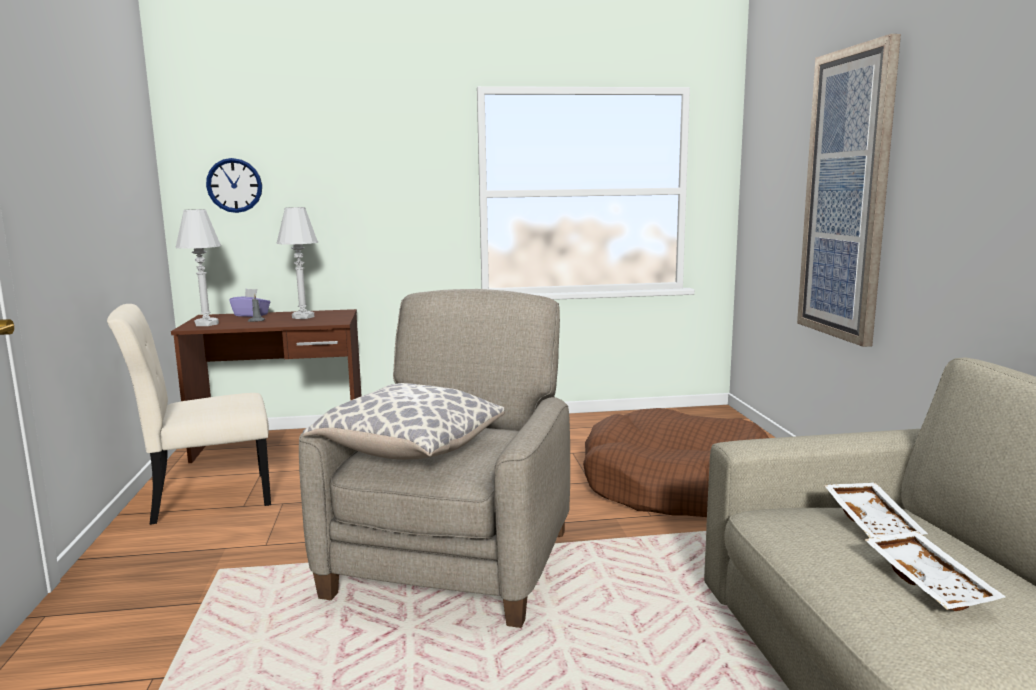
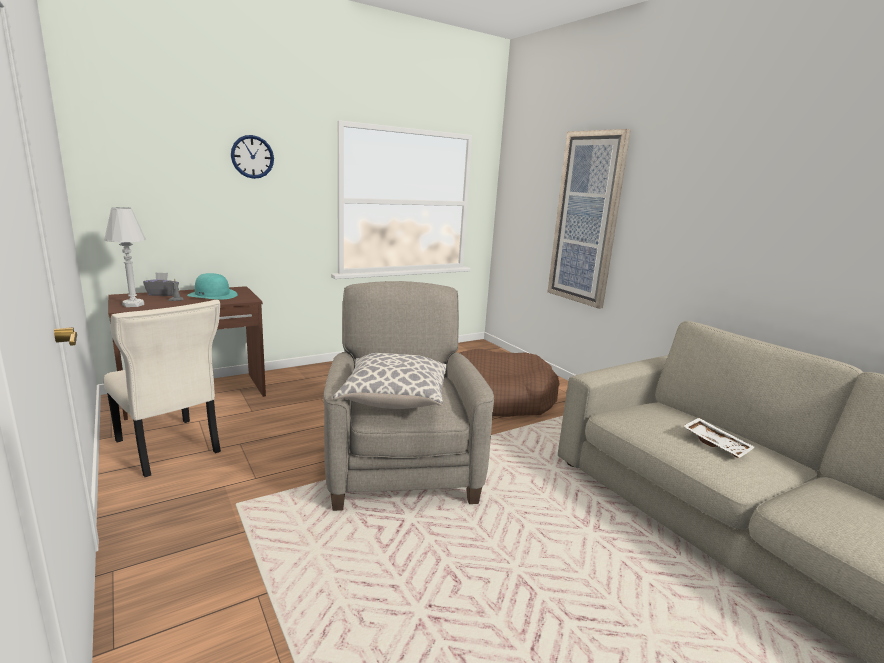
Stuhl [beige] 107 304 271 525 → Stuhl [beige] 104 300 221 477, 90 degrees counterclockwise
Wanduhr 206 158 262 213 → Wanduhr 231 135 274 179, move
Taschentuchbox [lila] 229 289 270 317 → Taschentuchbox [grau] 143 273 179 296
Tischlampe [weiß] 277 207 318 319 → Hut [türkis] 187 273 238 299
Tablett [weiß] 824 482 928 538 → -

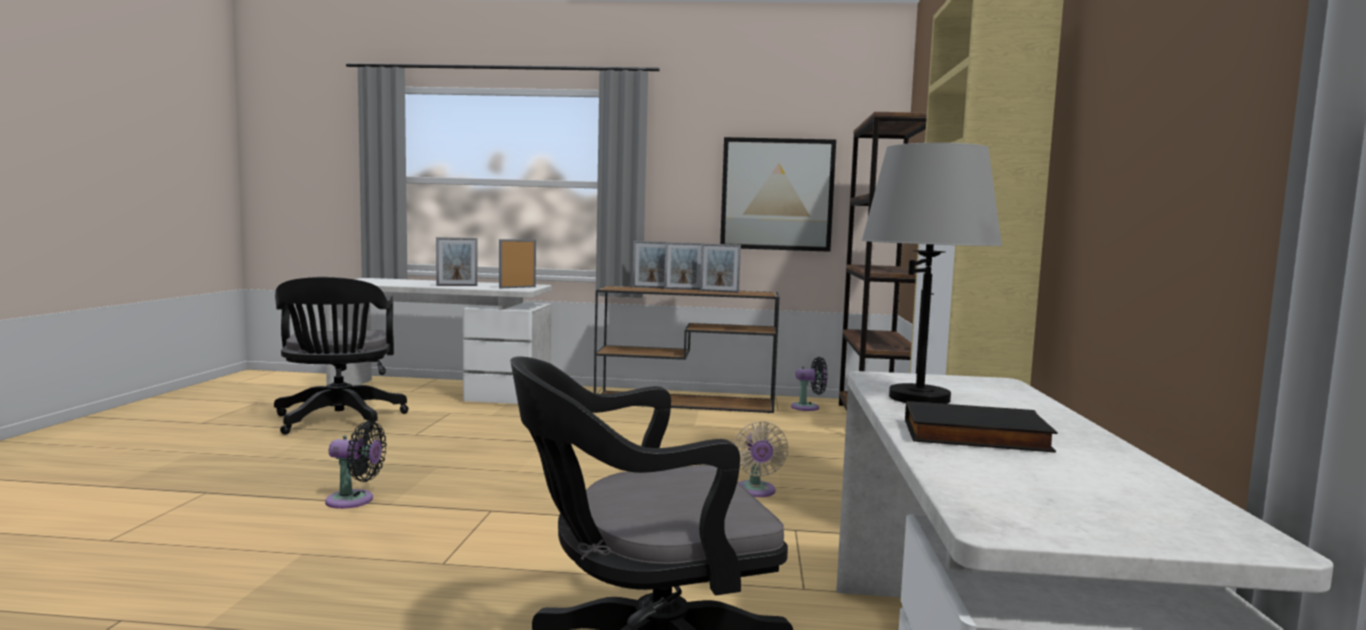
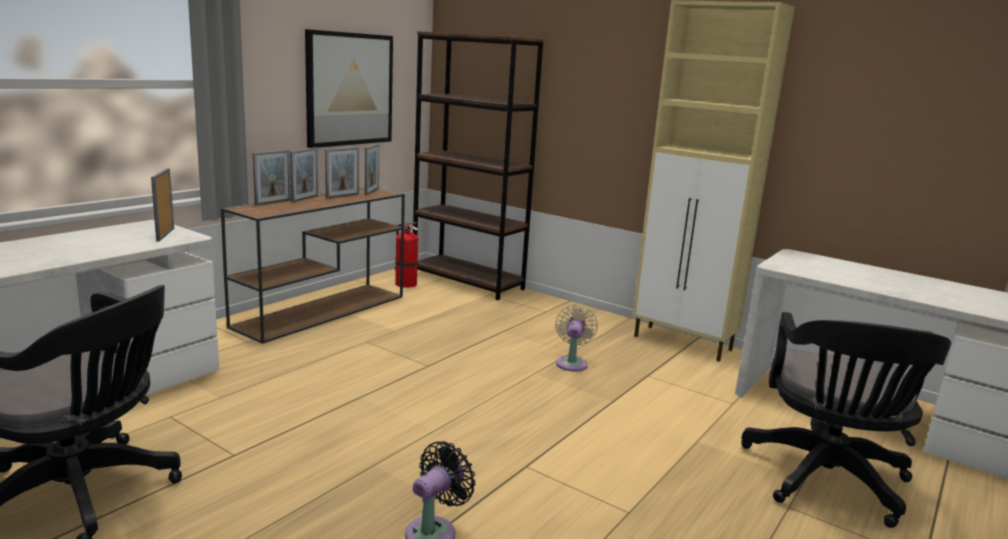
Bilderrahmen 436 237 478 286 → Bilderrahmen 365 144 380 195, move
Ventilator [beige] 733 421 788 497 → Ventilator [beige] 555 305 598 372, 105 degrees counterclockwise
Ventilator [schwarz] 791 357 827 411 → Feuerlöscher 395 222 418 288
Tischlampe [grau] 862 143 1002 404 → -
Buch [schwarz] 905 401 1058 453 → -

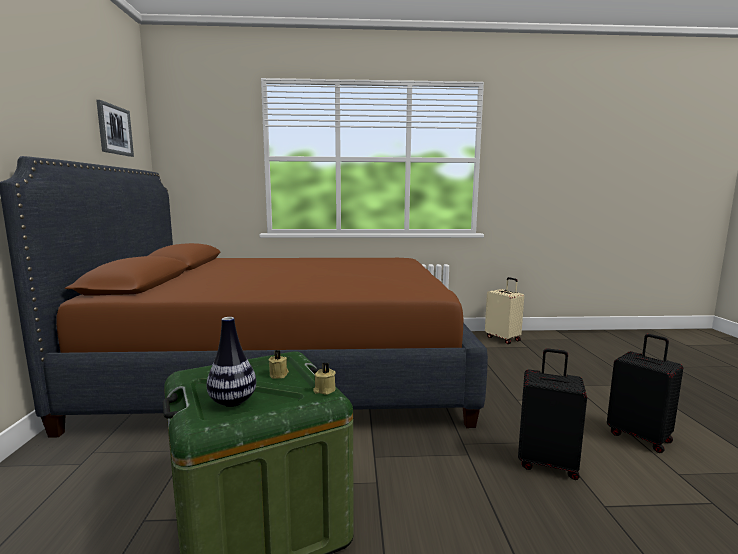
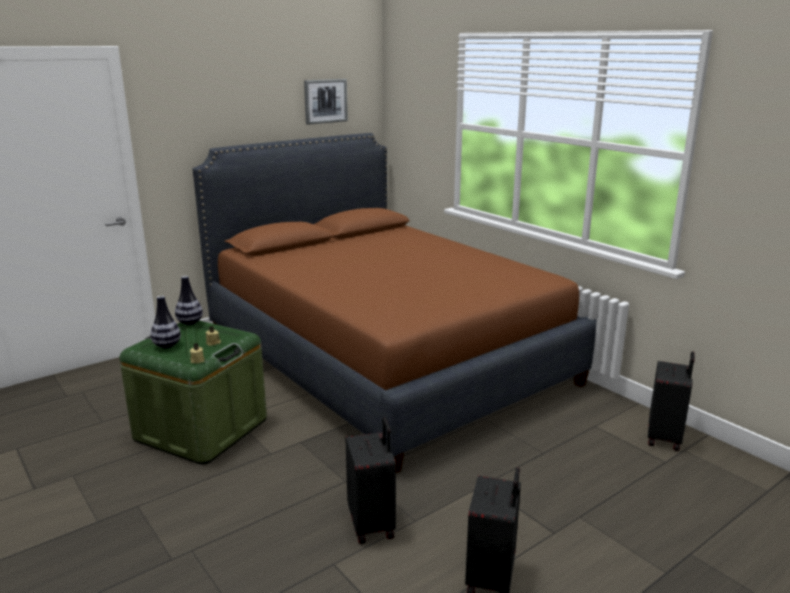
Koffer [beige] 485 277 524 344 → Koffer [schwarz] 648 351 695 451
- → Vase 175 276 203 325

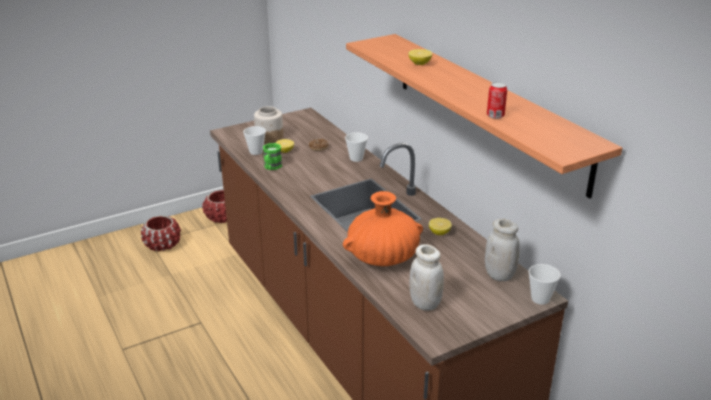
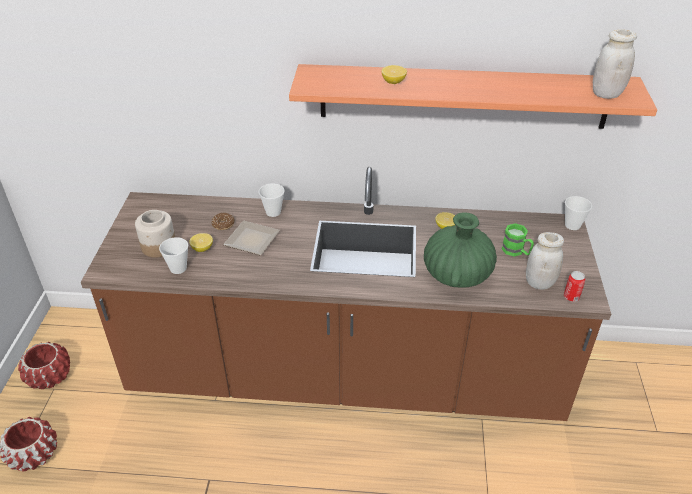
Henkelbecher [grün] 263 143 282 170 → Henkelbecher [grün] 502 223 534 256, move
Vase [orange] 343 191 423 266 → Vase [grün] 424 212 497 288
Vorratsglas [weiß] 485 219 520 281 → Vorratsglas [weiß] 593 29 637 99, move
Dose 487 82 507 119 → Dose 564 271 585 302, move
- → Teller 223 221 280 255

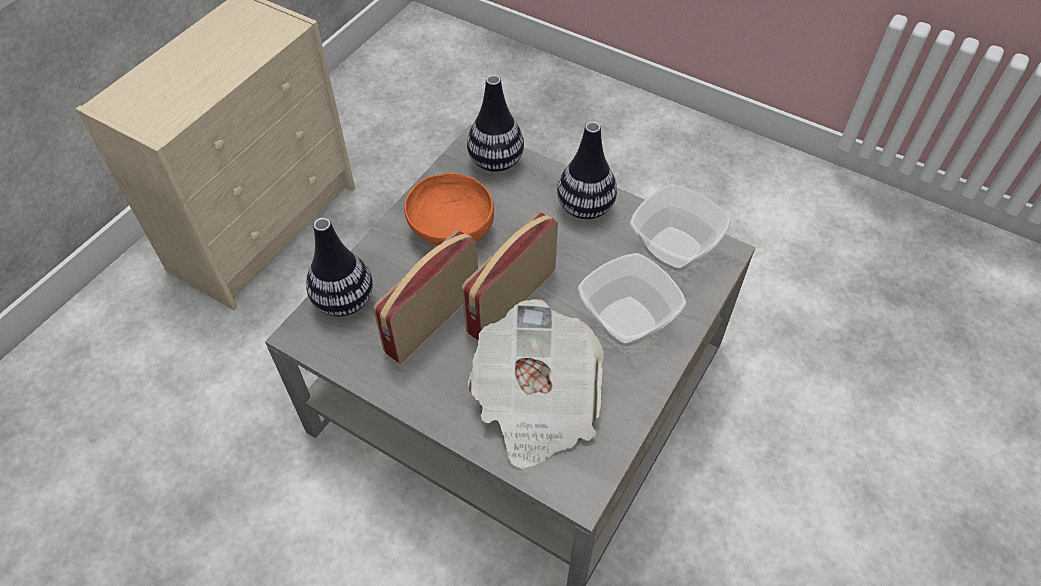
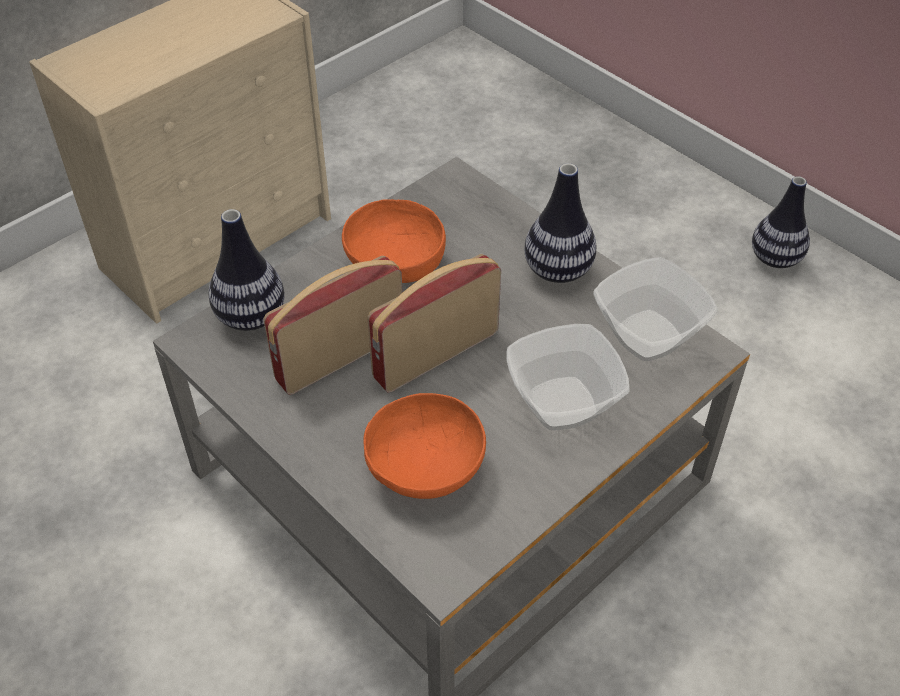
Vase 467 75 524 172 → Vase 752 176 810 268, move
Zeitung 468 299 604 469 → Schüssel [orange] 363 393 486 499

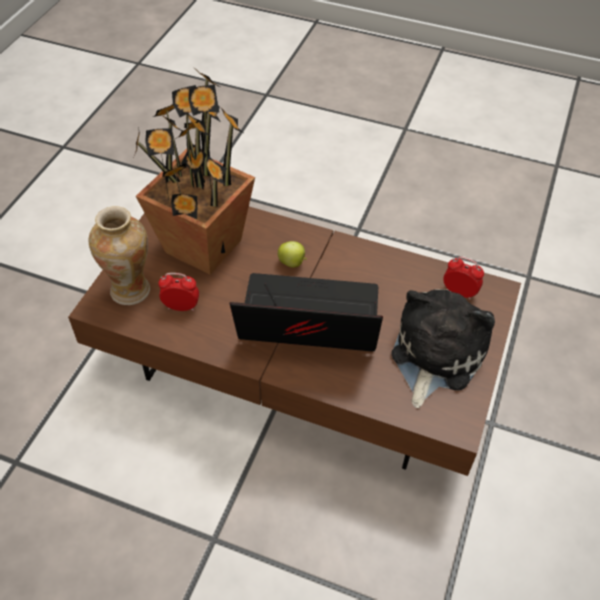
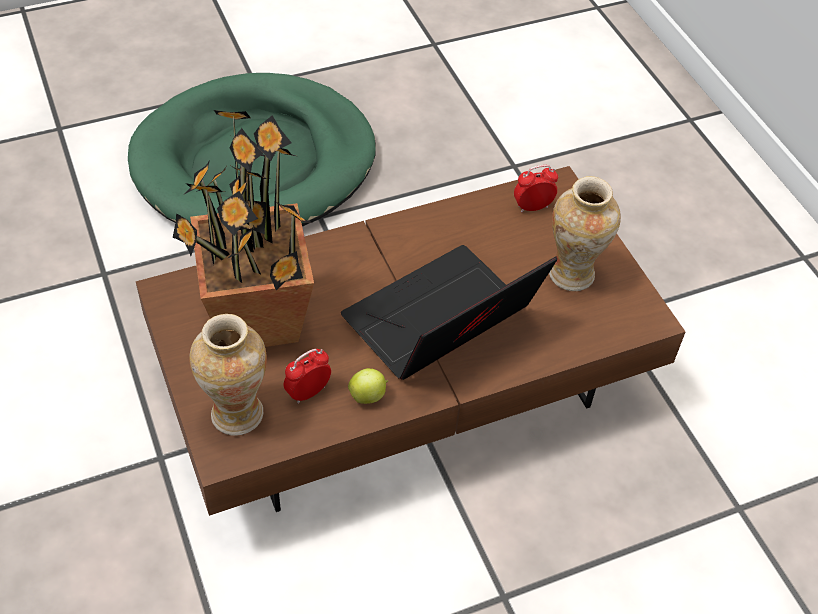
Apfel 278 241 307 268 → Apfel 348 368 388 404, move
Plüschtier 391 289 495 408 → Vase 549 176 621 291
- → Hundebett [grün] 128 73 376 227

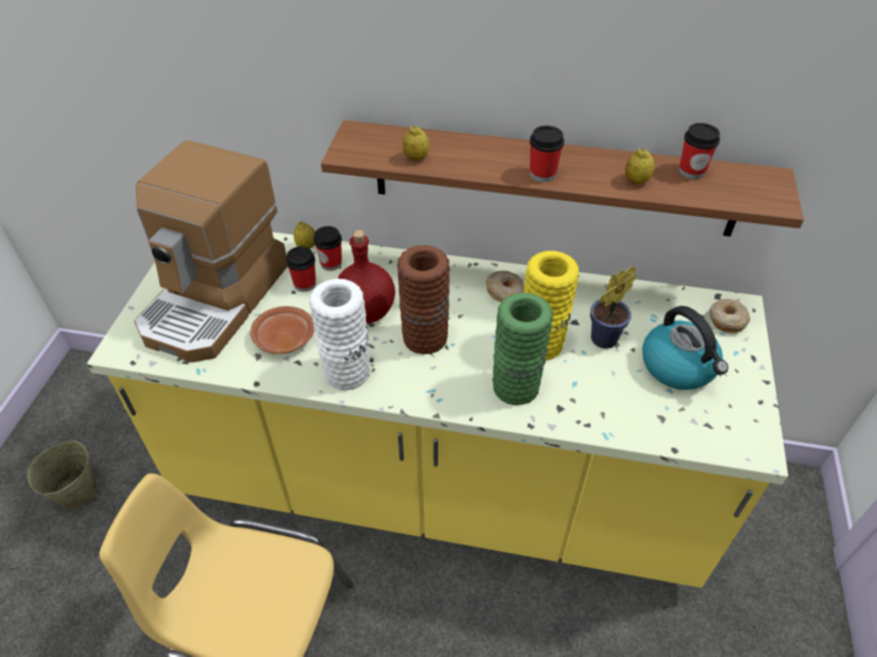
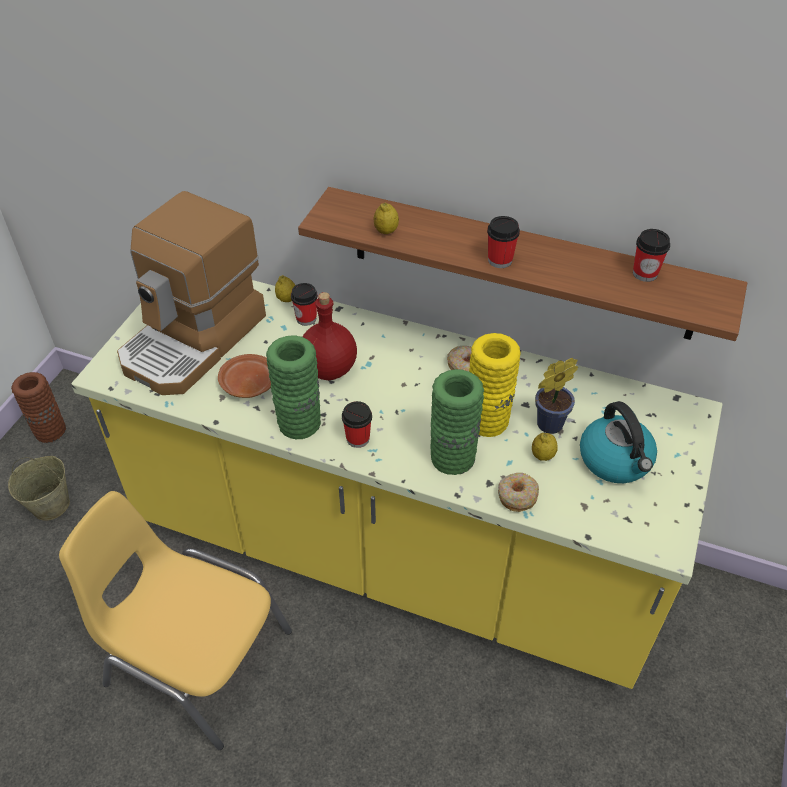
Tasse 286 246 316 292 → Tasse 342 401 372 448, move
Vase [weiß] 309 279 370 390 → Vase [grün] 266 335 321 439
Vase [braun] 397 245 450 354 → Vase [braun] 11 372 66 443, move
Zitrone 625 148 654 184 → Zitrone 532 433 558 461, move
Donut 710 299 750 333 → Donut 498 473 539 512, move

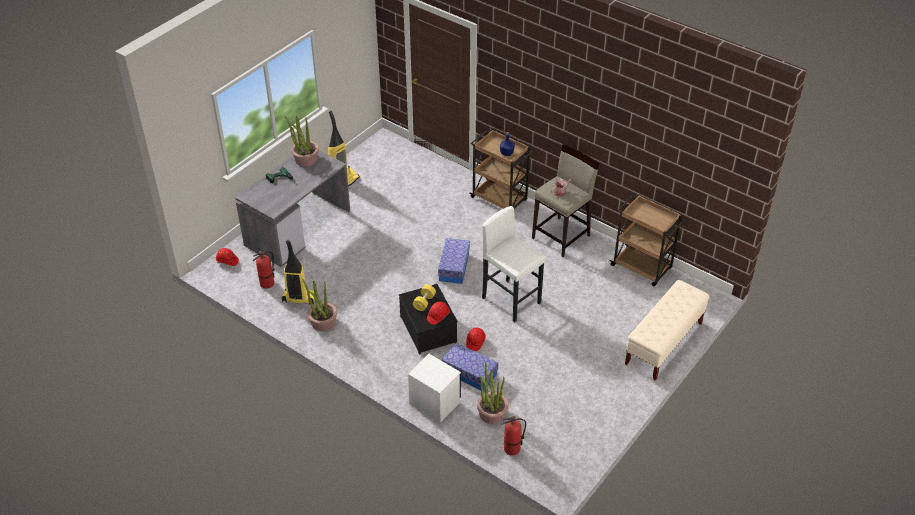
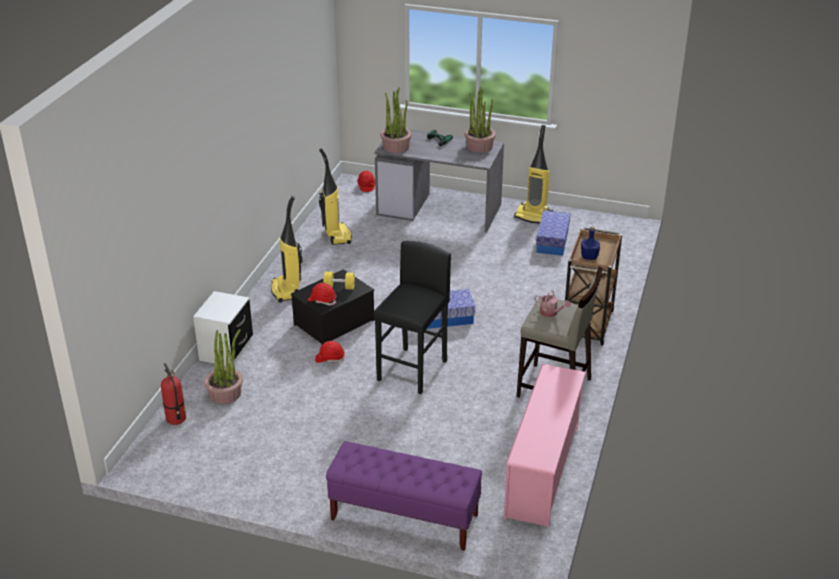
Feuerlöscher 253 251 275 289 → -
Topfpflanze 302 279 337 331 → Topfpflanze 380 88 412 153, move
Aufbewahrungsbox 441 343 499 392 → Aufbewahrungsbox 536 210 570 256, move
Hocker [weiß] 482 206 546 322 → Hocker [schwarz] 374 241 451 394
Rollwagen [braun] 610 195 685 286 → Schuhregal [rosa] 504 364 586 527
Bank [beige] 625 280 709 381 → Bank [lila] 326 441 482 551
- → Staubsauger 271 196 302 302

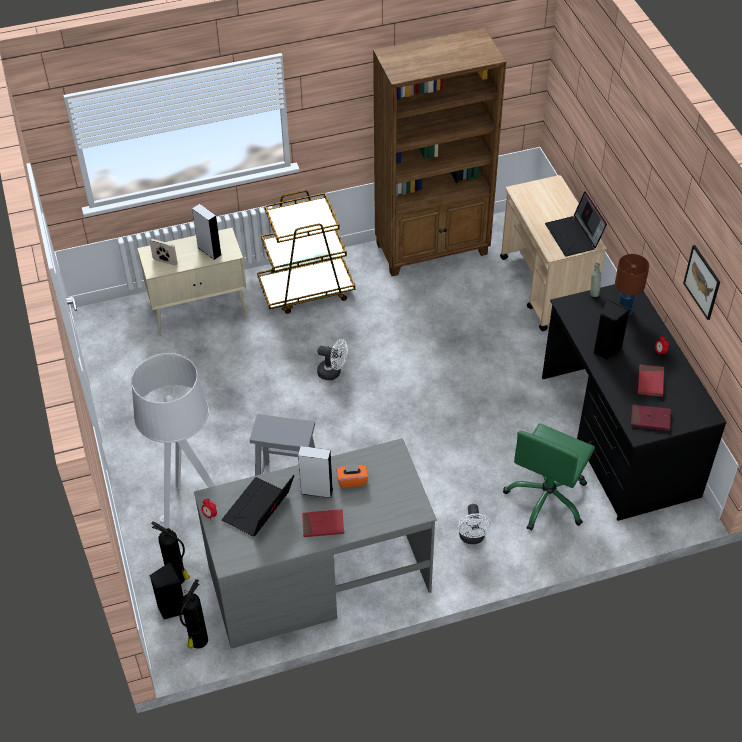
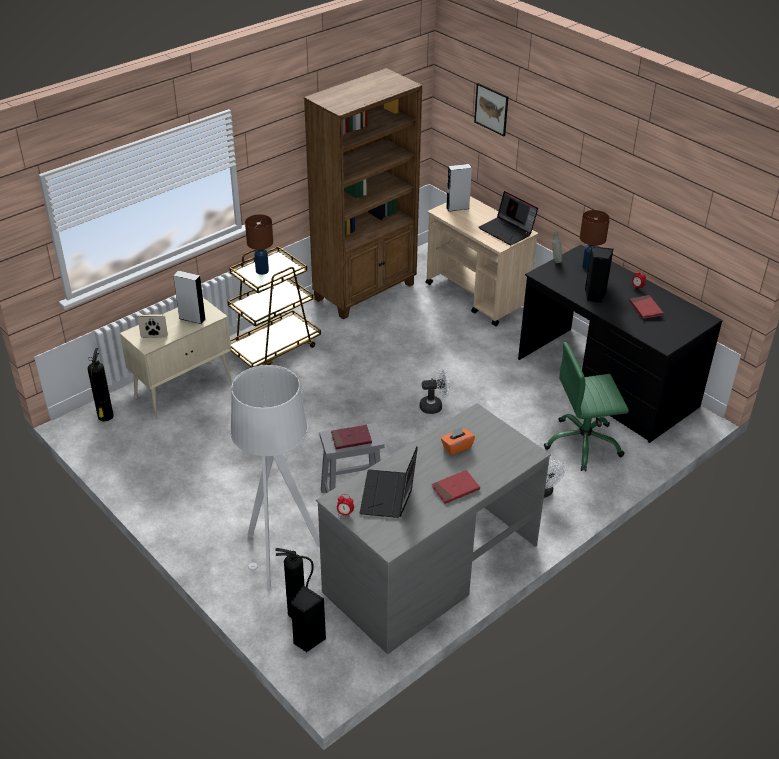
Feuerlöscher 180 579 208 649 → Feuerlöscher 88 348 114 422, move
Lautsprecher [grau] 298 446 333 498 → Lautsprecher [grau] 446 164 472 212, move
Ventilator [weiß] 317 339 348 380 → Ventilator [weiß] 420 369 451 414, move
Bürostuhl [grün] 503 423 595 531 → Bürostuhl [grün] 544 342 629 471, 75 degrees clockwise
Buch [rot] 631 405 671 431 → Buch [rot] 331 425 372 449, move
Bild 683 245 720 320 → Bild 474 83 508 136, move
- → Tischlampe [braun] 245 214 273 275

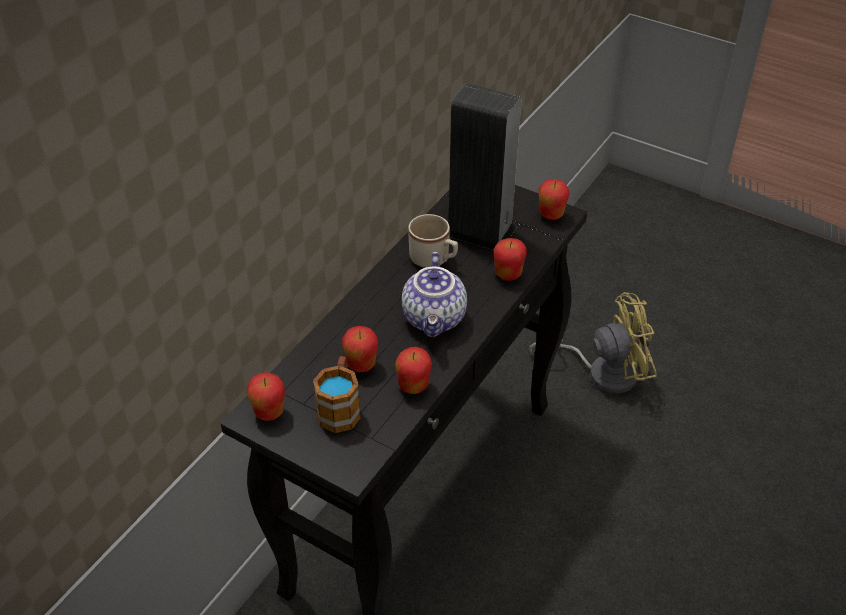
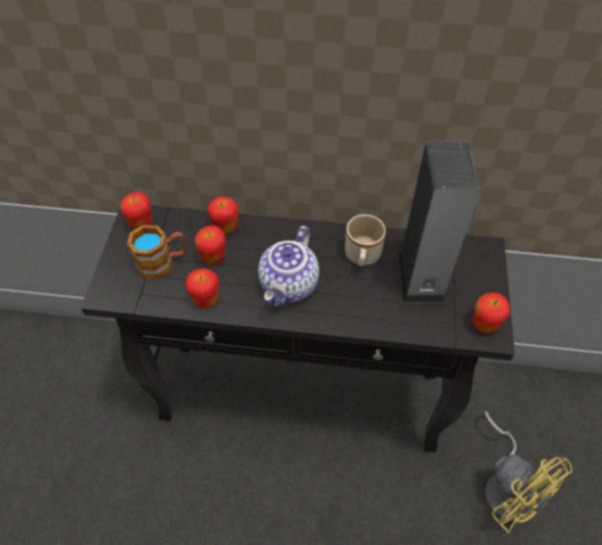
Teekanne 402 251 467 337 → Teekanne 258 226 319 307, 45 degrees counterclockwise
Apfel 493 238 527 281 → Apfel 207 196 238 234, move

